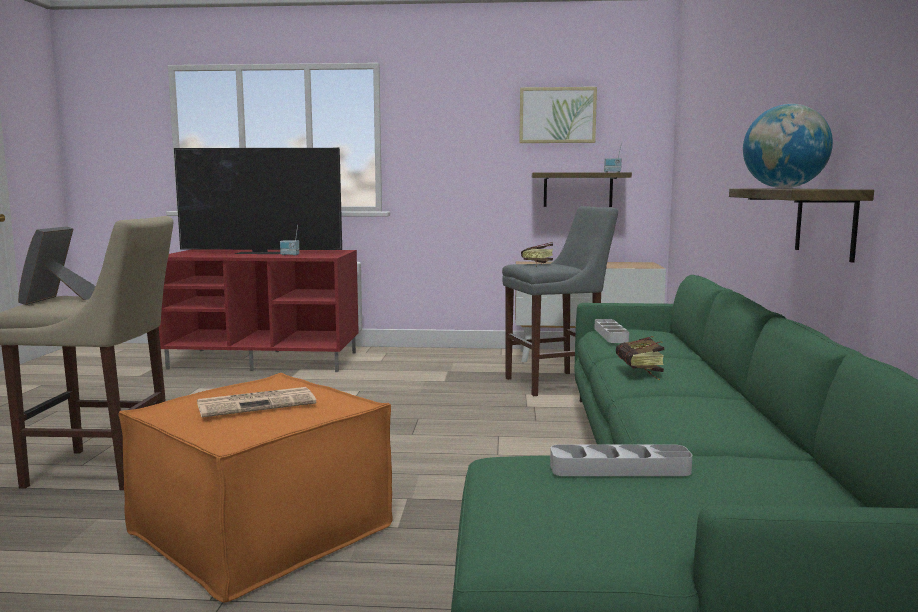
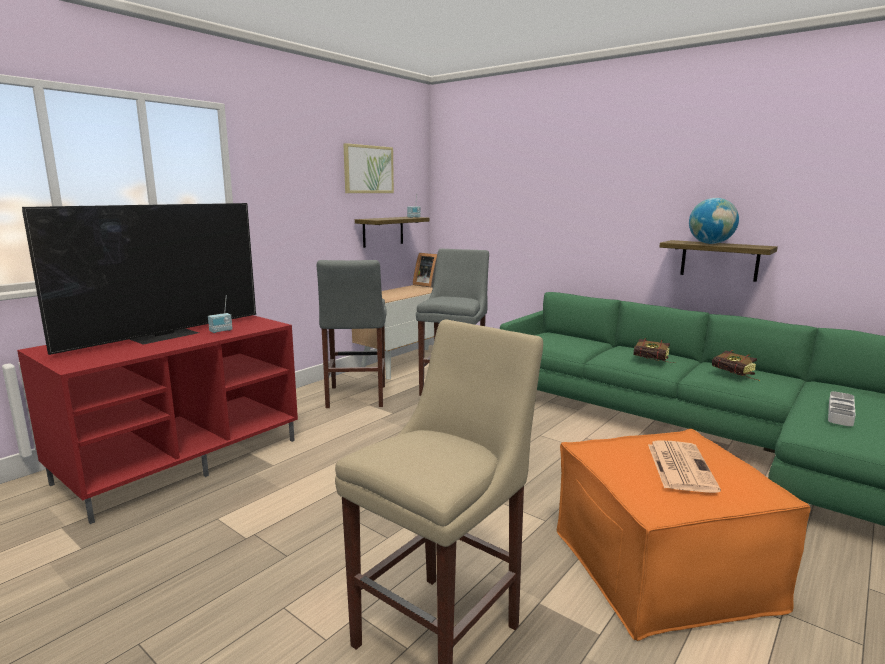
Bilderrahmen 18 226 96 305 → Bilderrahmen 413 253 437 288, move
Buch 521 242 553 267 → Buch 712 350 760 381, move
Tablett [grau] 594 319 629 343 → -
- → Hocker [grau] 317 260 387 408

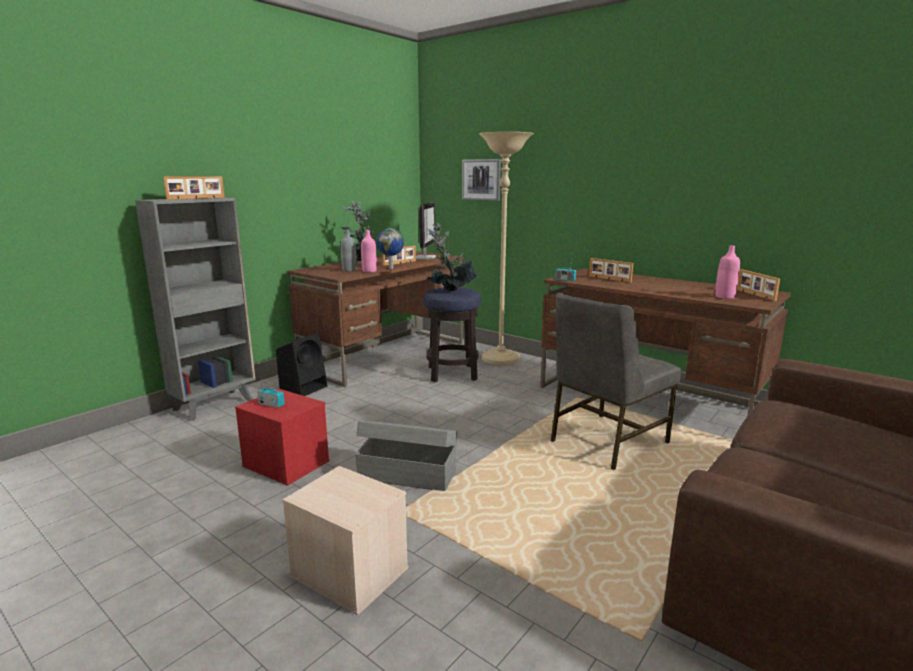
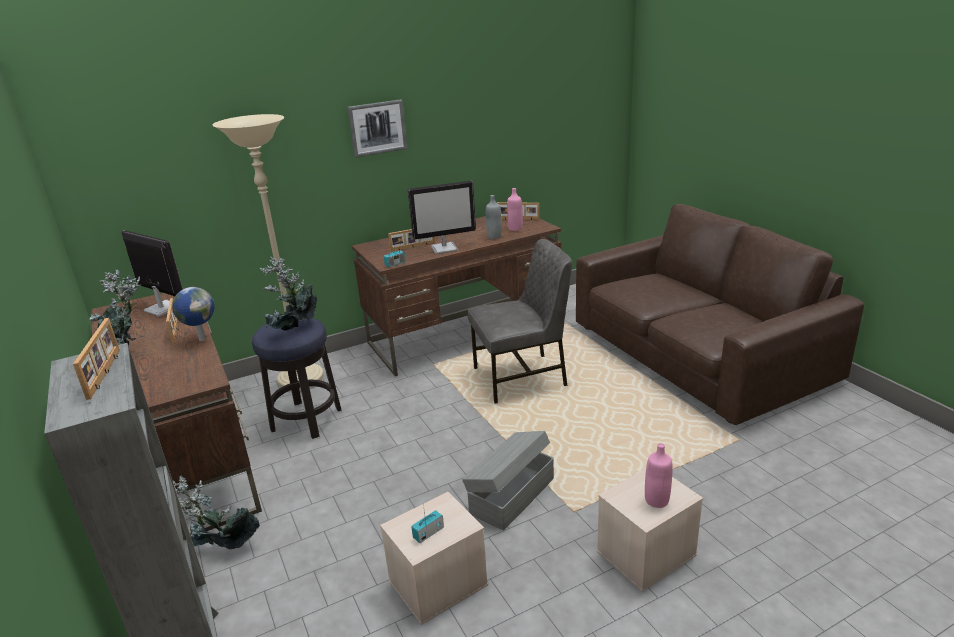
Aufbewahrungsbox [rot] 235 389 330 486 → Aufbewahrungsbox [beige] 380 492 488 625
Lautsprecher [schwarz] 276 333 328 396 → Topfpflanze 173 475 260 549
Flasche [grau] 341 229 357 271 → Flasche [grau] 486 195 502 239, move
Flasche [rosa] 361 230 377 272 → Flasche [rosa] 645 443 673 508, move
Bild 462 159 501 201 → Bild 347 99 407 158, move
Stuhl [grau] 551 293 681 470 → Stuhl [grau] 468 239 572 404, 90 degrees counterclockwise
- → Monitor 408 181 476 254

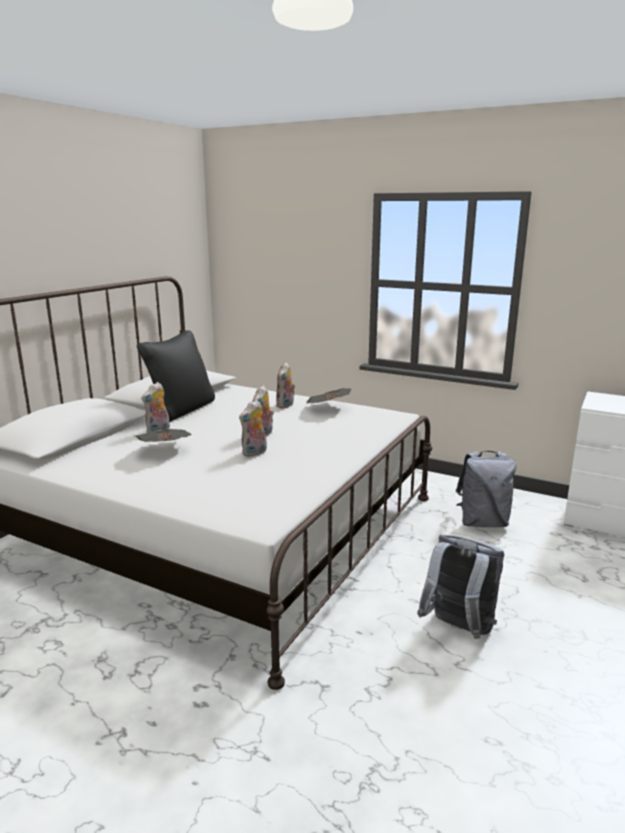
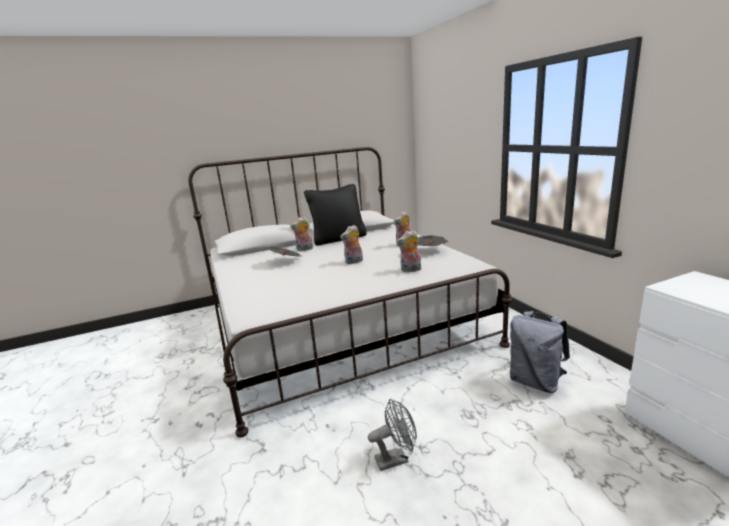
Plüschtier 239 400 267 457 → Plüschtier 396 230 421 272, move
Rucksack [grau] 417 534 505 639 → Ventilator [grau] 368 399 417 471

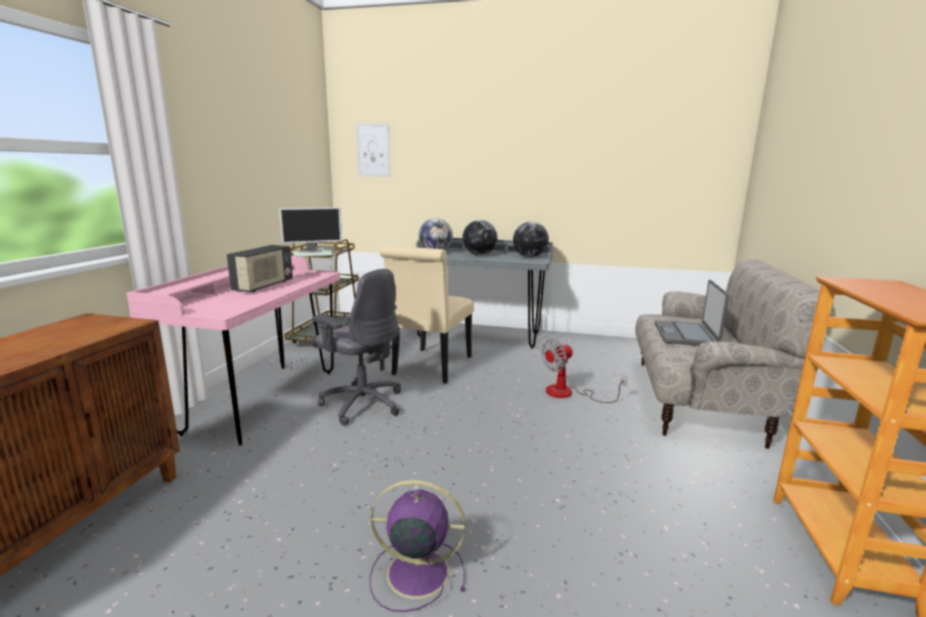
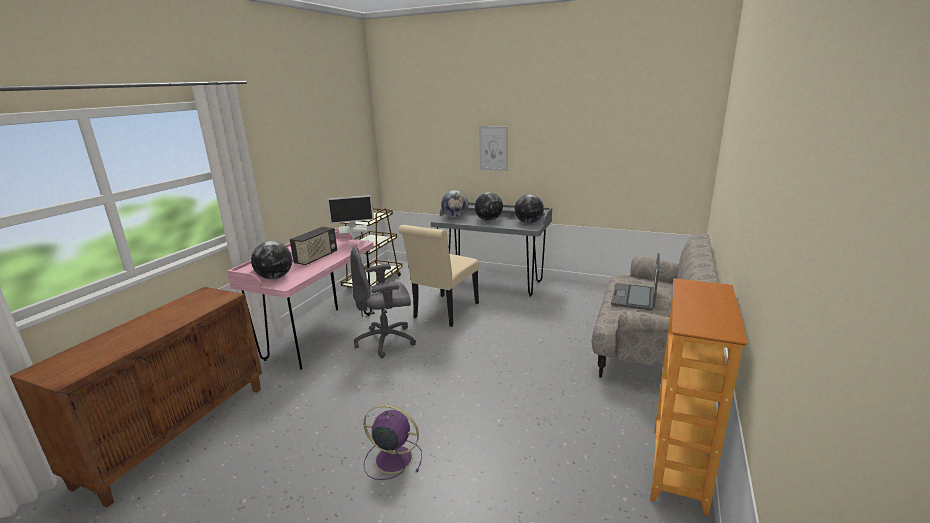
Bürostuhl [grau] 312 269 401 425 → Bürostuhl [grau] 350 247 416 358, 120 degrees clockwise
Bild 356 123 390 177 → Bild 479 126 508 171, move
Ventilator 541 339 627 403 → -
- → Globus 251 241 292 279

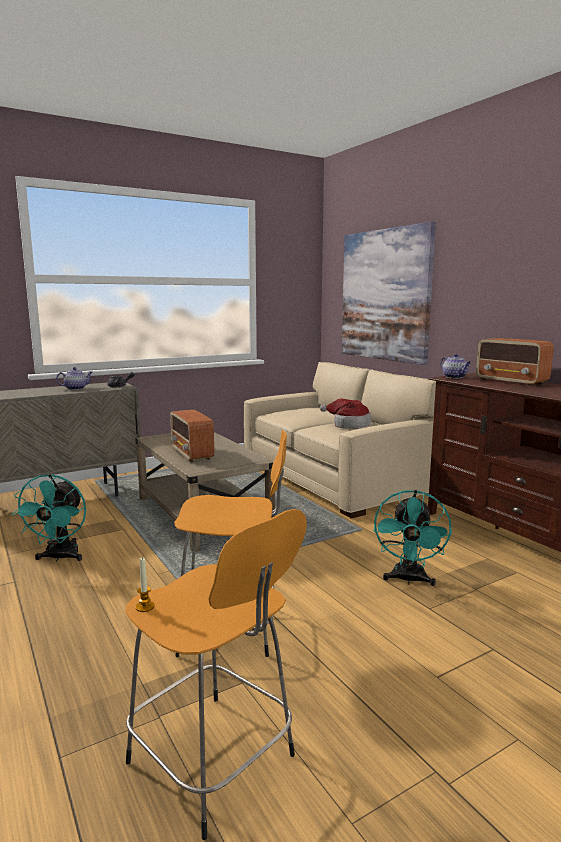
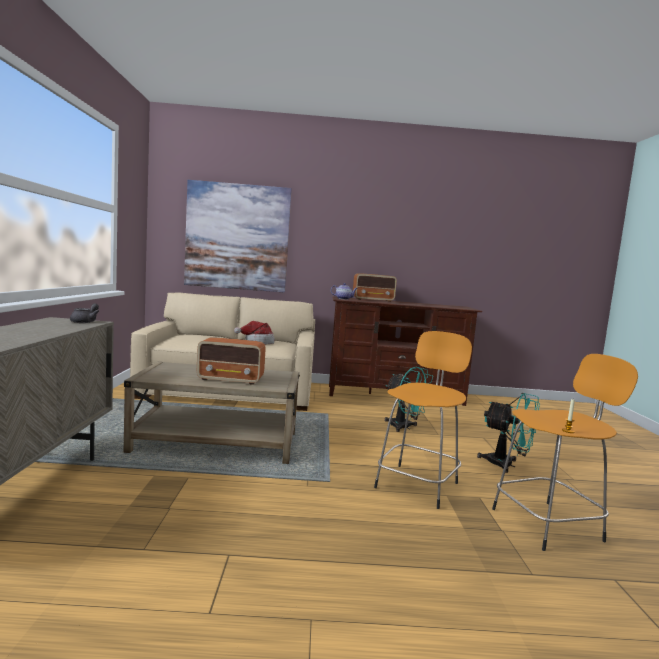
Ventilator [türkis] 11 474 86 562 → Ventilator [türkis] 477 393 540 473, move
Teekanne 56 367 92 390 → -

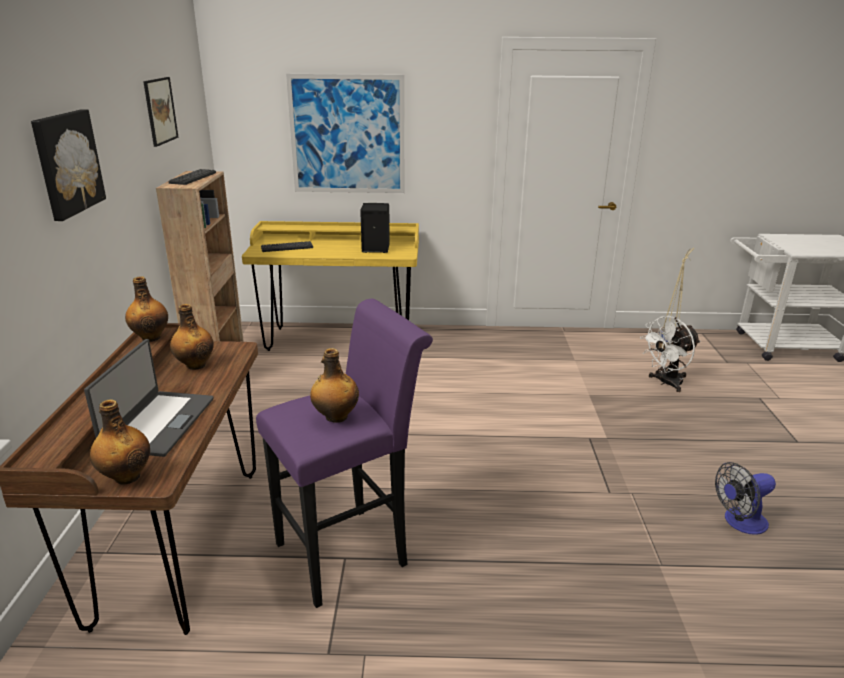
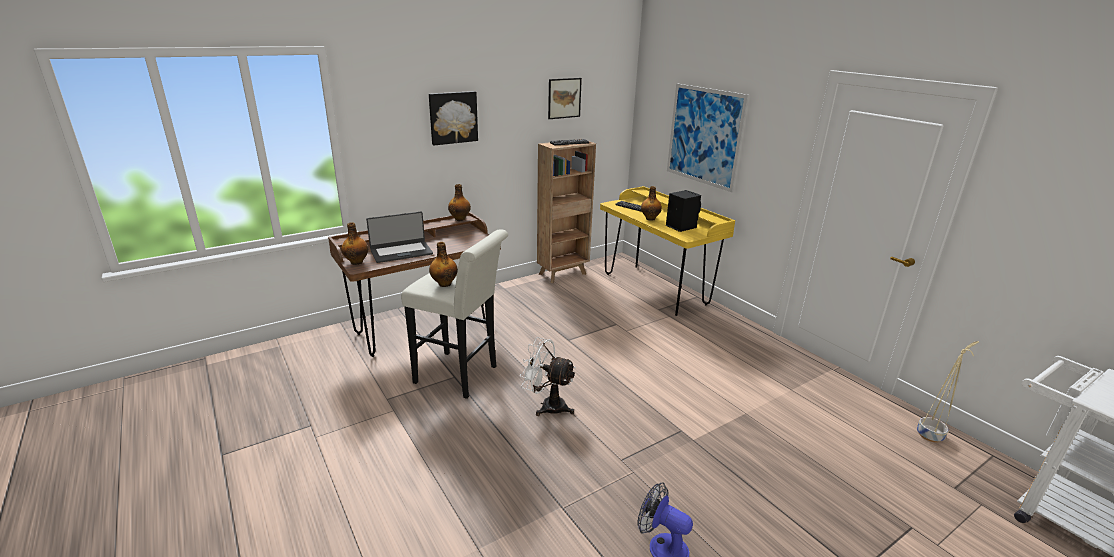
Flasche 170 304 214 370 → Flasche 641 186 662 221, move
Hocker [lila] 256 299 433 608 → Hocker [weiß] 401 229 508 399
Ventilator [weiß] 640 316 700 392 → Ventilator [weiß] 520 337 576 416, move

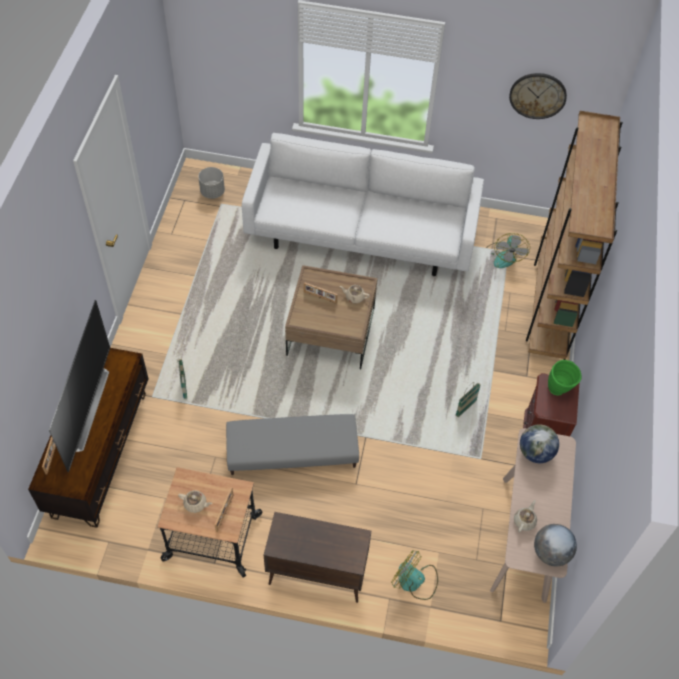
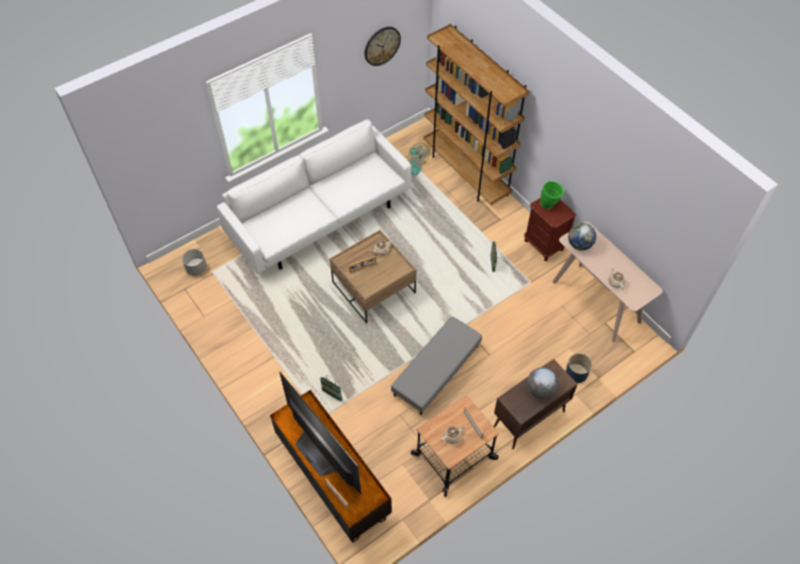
Ventilator 391 550 438 600 → Pflanzkübel [blau] 566 353 592 383
Globus 534 524 577 566 → Globus 527 368 558 399, move

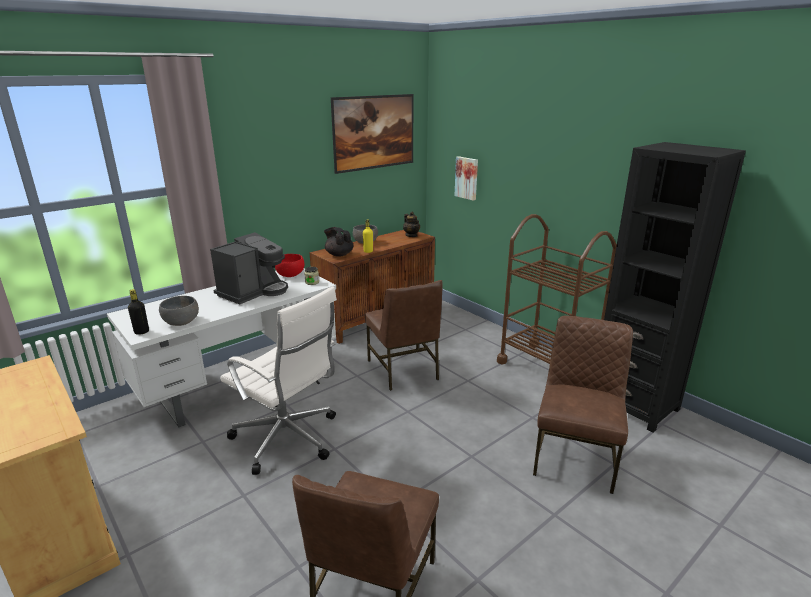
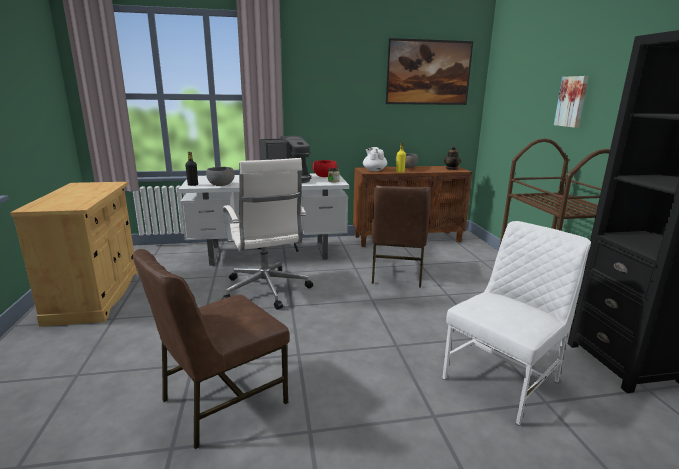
Teekanne [schwarz] 324 227 354 257 → Teekanne [weiß] 363 147 387 172
Bild 454 156 478 201 → Bild 554 76 589 128, move
Stuhl [braun] 533 315 633 494 → Stuhl [weiß] 442 221 591 426

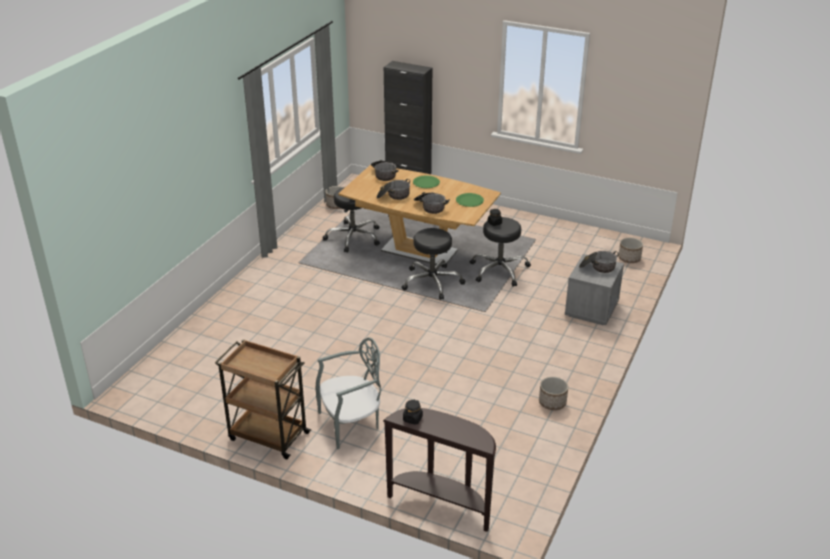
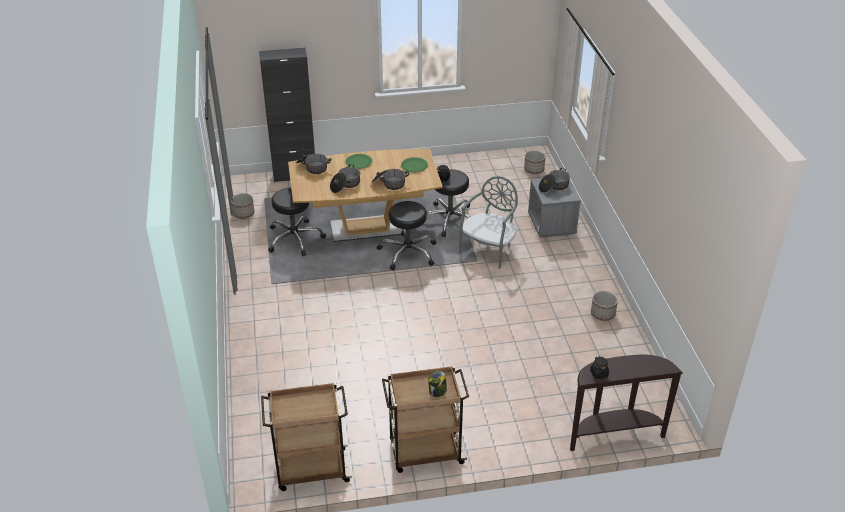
Stuhl [grau] 315 337 381 449 → Stuhl [grau] 459 176 518 269, move
- → Rollwagen [braun] 261 383 352 491
- → Vorratsglas 428 371 447 397

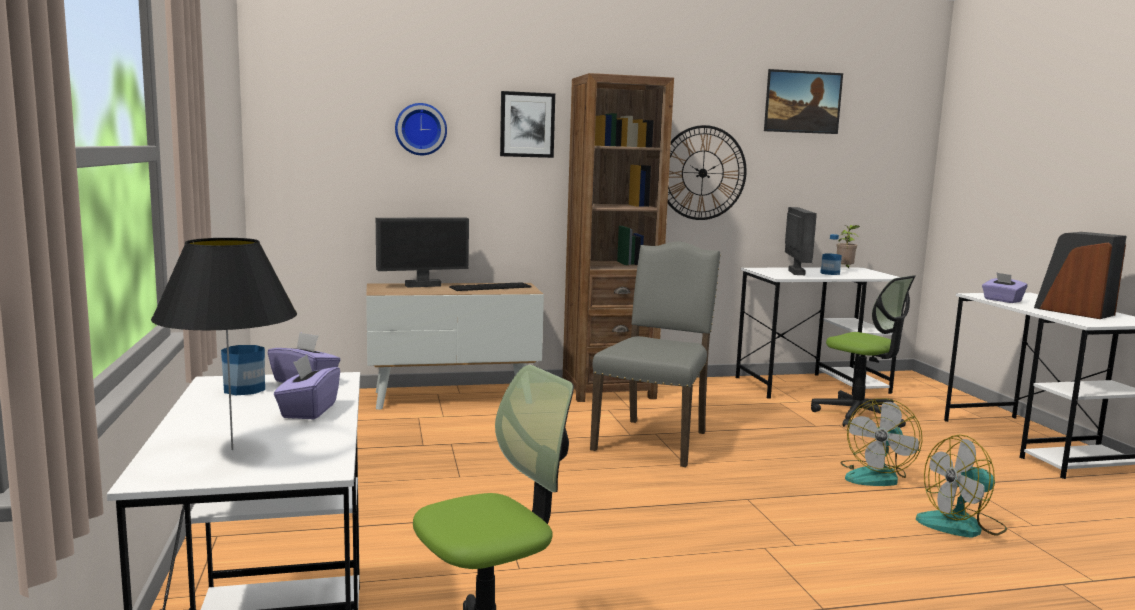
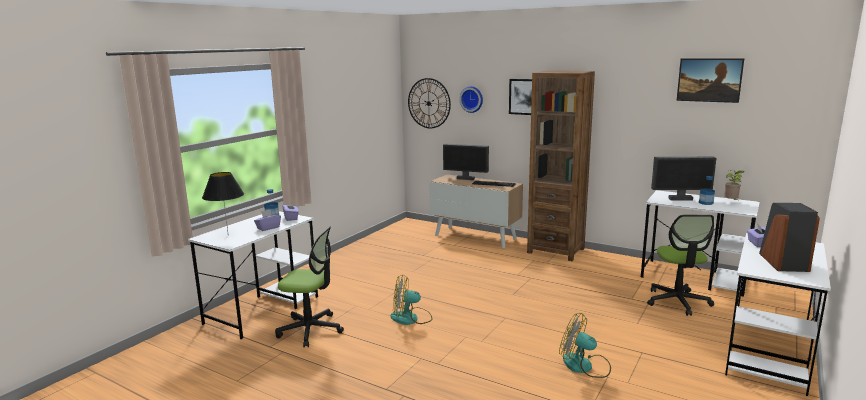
Stuhl [grau] 590 241 721 467 → -
Wanduhr 668 125 747 220 → Wanduhr 408 78 451 128, move
Monitor 785 207 817 275 → Monitor 651 157 716 200, 45 degrees clockwise
Ventilator 841 398 922 486 → Ventilator 391 274 432 325, move

